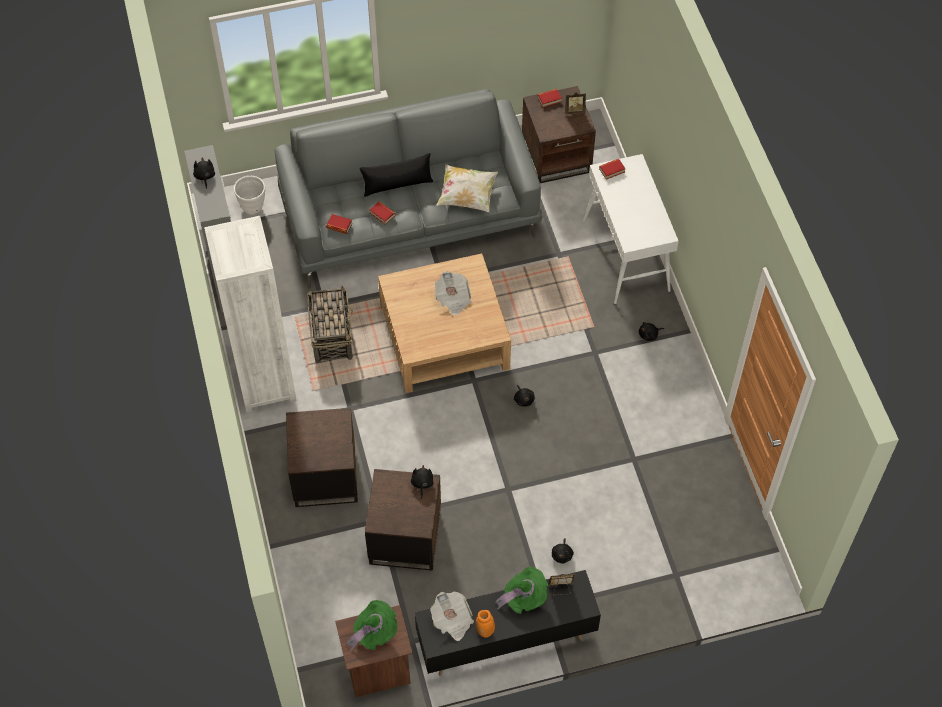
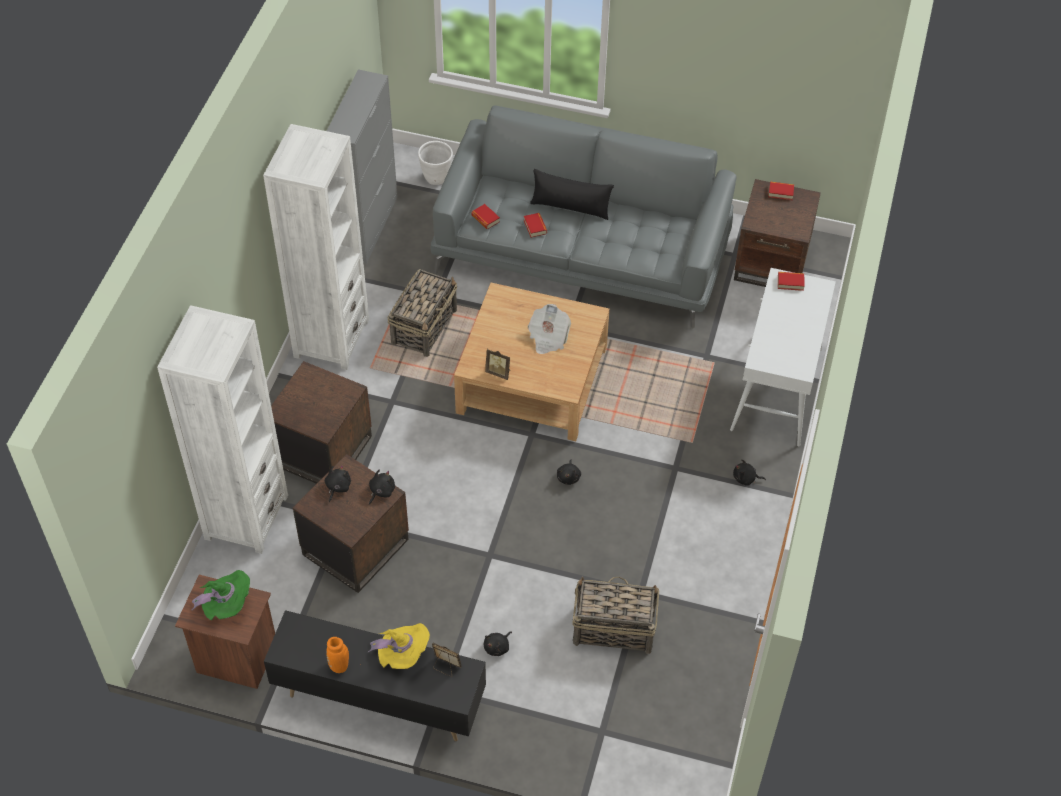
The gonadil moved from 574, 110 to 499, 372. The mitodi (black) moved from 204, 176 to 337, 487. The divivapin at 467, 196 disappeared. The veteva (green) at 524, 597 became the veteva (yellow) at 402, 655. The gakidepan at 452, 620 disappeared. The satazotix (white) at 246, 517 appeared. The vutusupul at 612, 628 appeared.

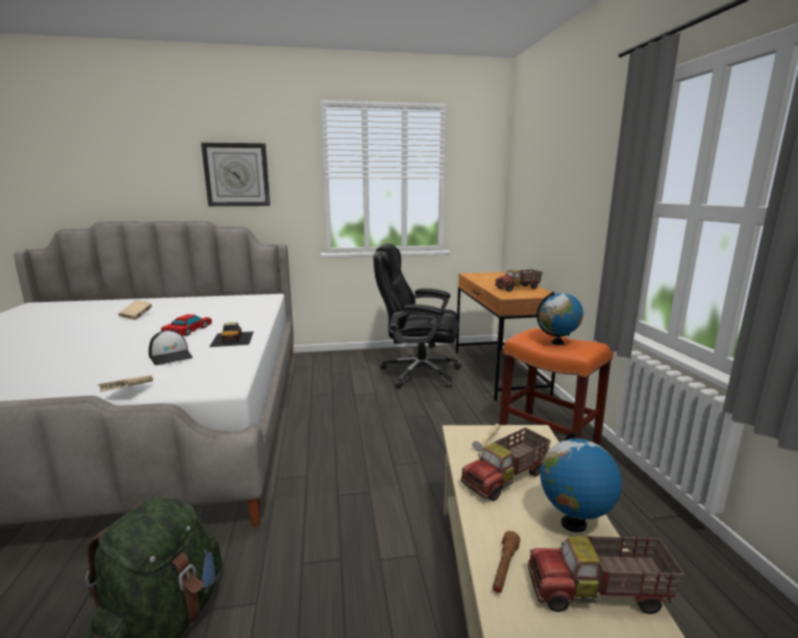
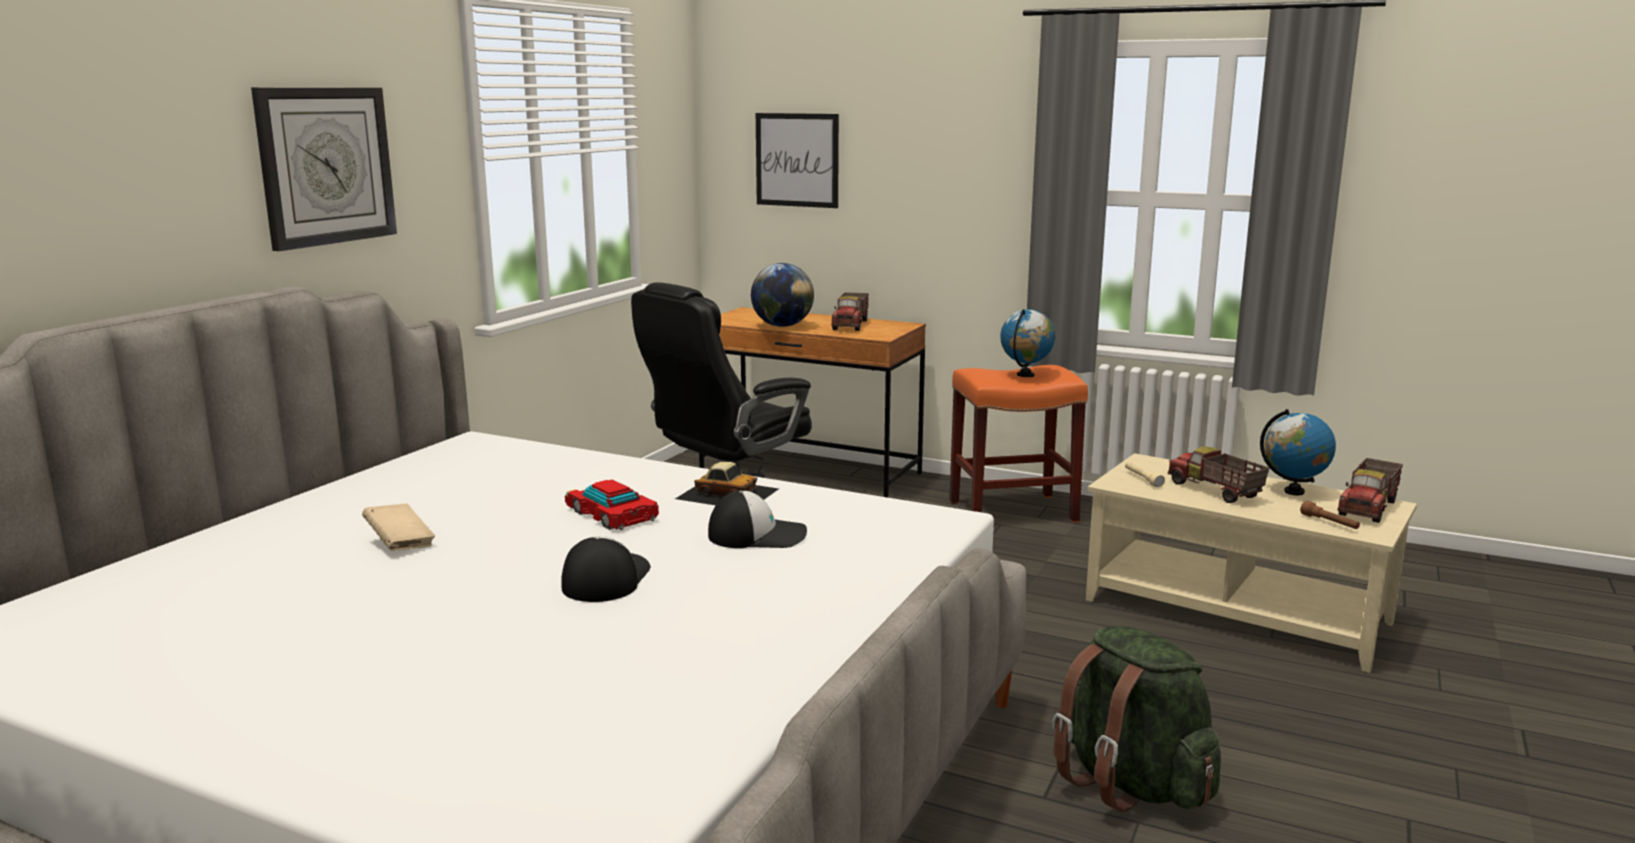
The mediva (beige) at 128, 393 disappeared. The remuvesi at 506, 479 turned 150 degrees clockwise. The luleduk at 797, 160 appeared. The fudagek at 782, 326 appeared. The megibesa at 605, 579 appeared.

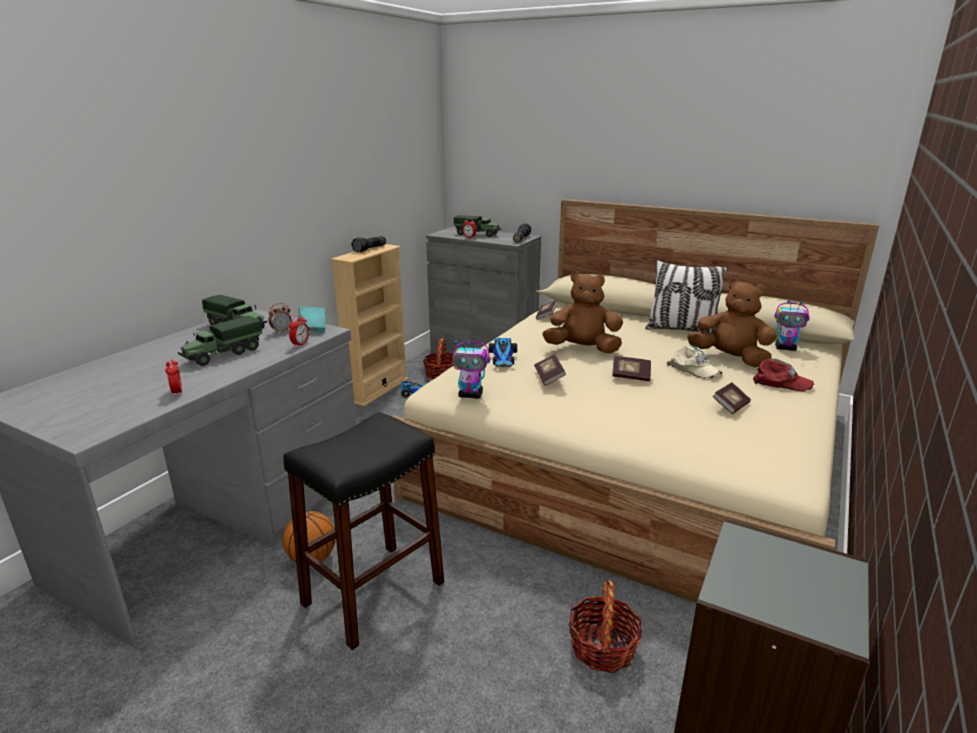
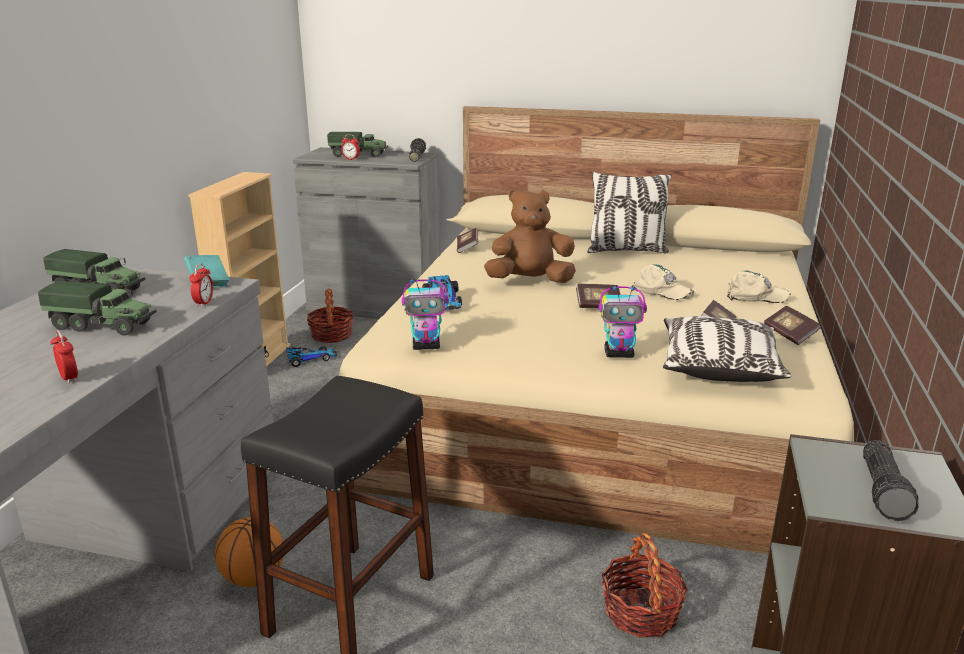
The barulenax moved from 370, 249 to 885, 491. The mitodi (brown) at 730, 359 disappeared. The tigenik moved from 785, 348 to 619, 354. The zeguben at 281, 331 disappeared. The remuvesi at 223, 354 turned 105 degrees counterclockwise. The mediva moved from 549, 377 to 790, 334. The megibesa (red) at 781, 382 became the megibesa (beige) at 756, 296. The divivapin at 718, 366 appeared.

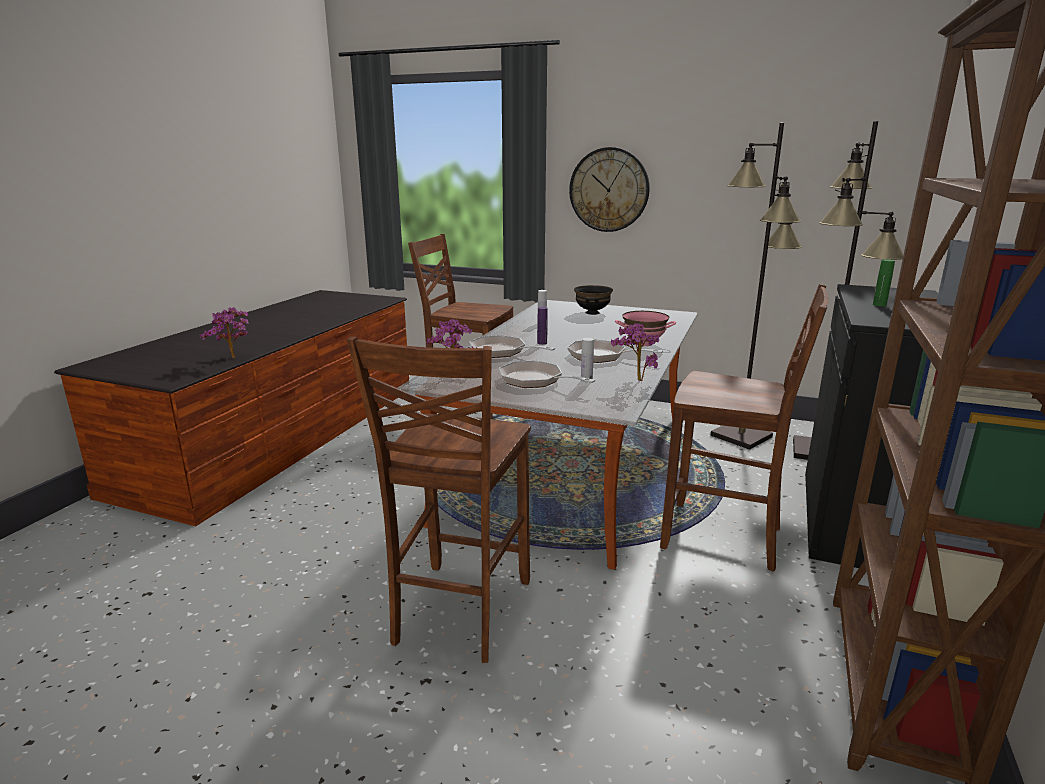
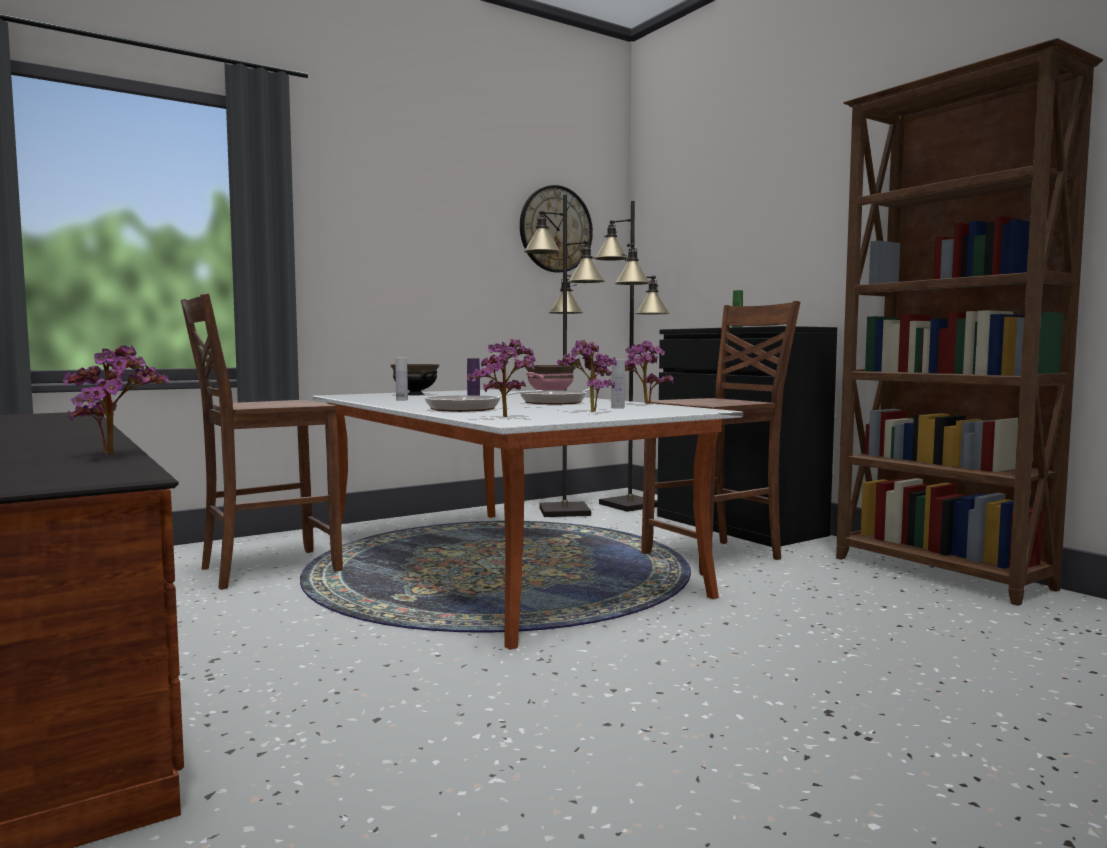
The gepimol moved from 609, 190 to 555, 229. The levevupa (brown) at 458, 612 disappeared. The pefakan at 535, 381 was replaced by the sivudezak at 588, 411.

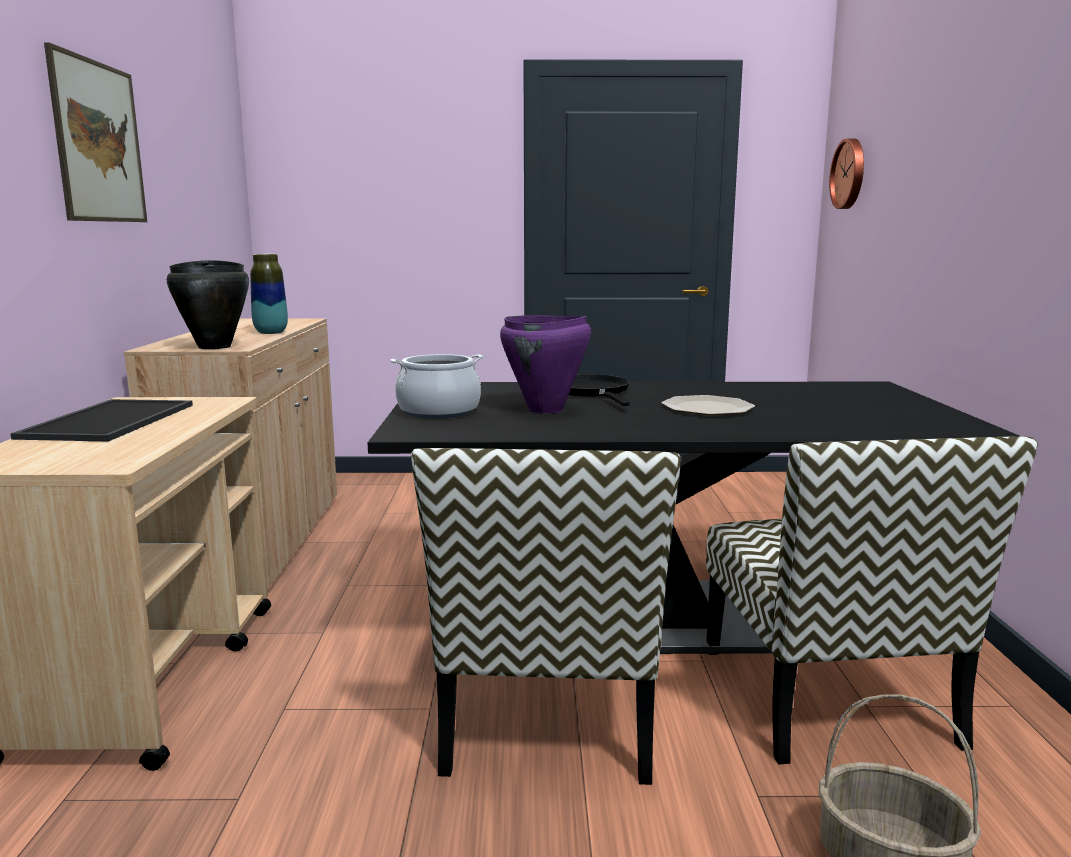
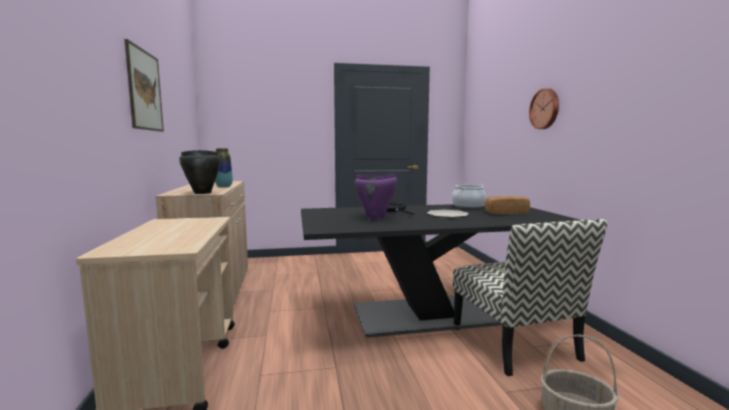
The gepimol moved from 850, 174 to 545, 109. The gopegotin moved from 438, 411 to 468, 206. The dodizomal at 108, 420 disappeared. The levevupa at 550, 715 disappeared. The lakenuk at 506, 213 appeared.

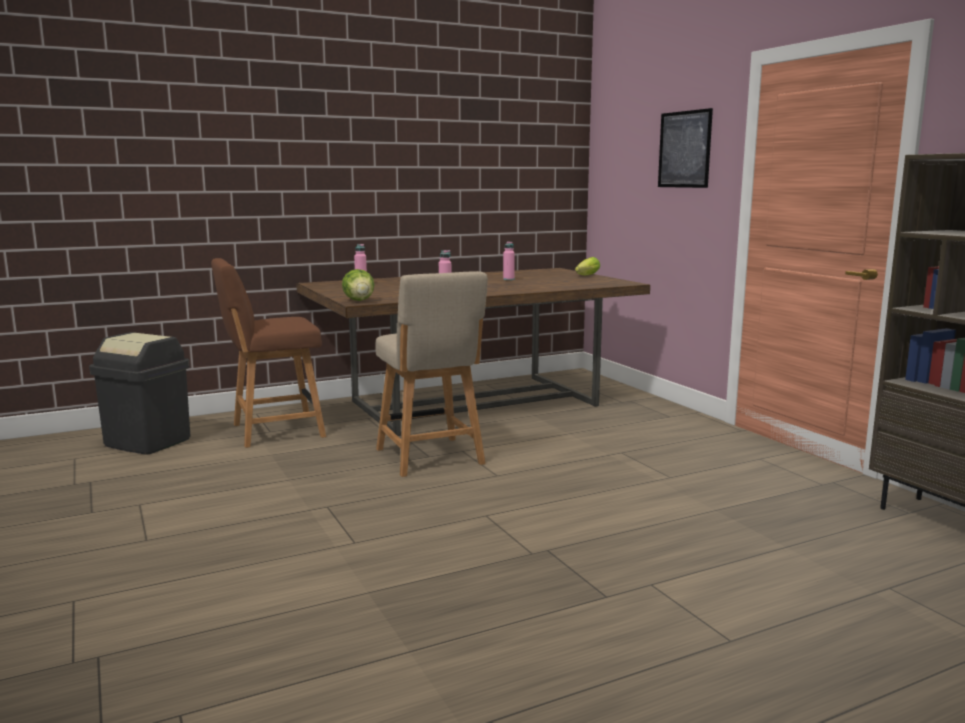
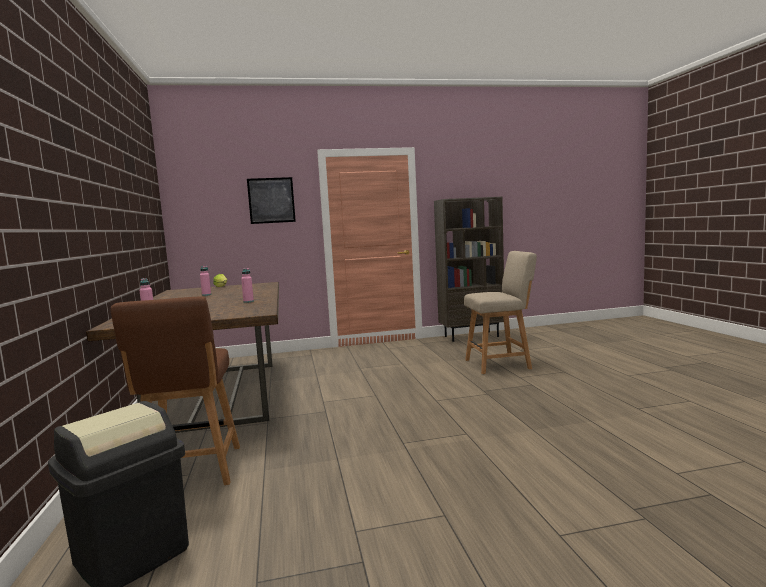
The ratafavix at 359, 301 disappeared. The levevupa (beige) moved from 431, 458 to 500, 364.

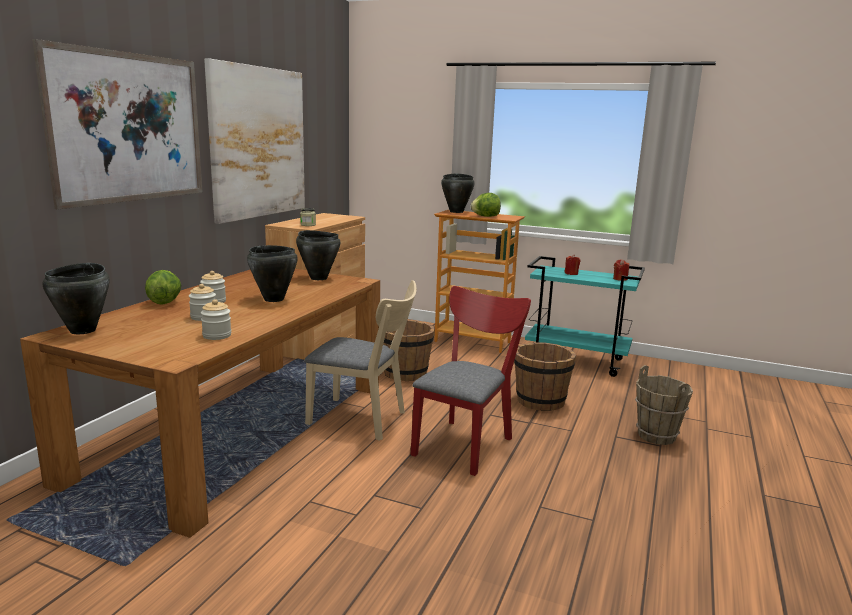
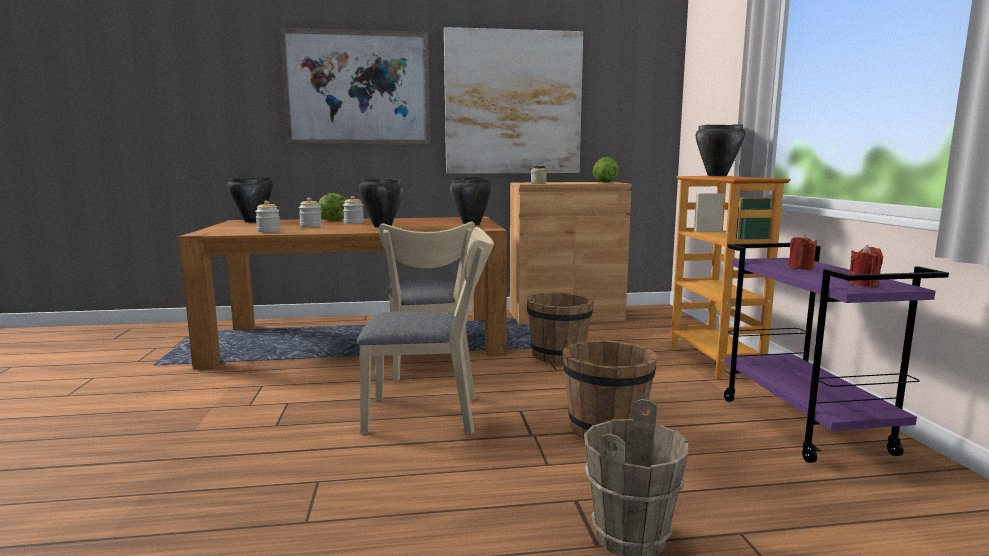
The ratafavix moved from 485, 216 to 604, 182. The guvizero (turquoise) at 577, 361 became the guvizero (purple) at 805, 426. The levevupa (red) at 466, 442 became the levevupa (beige) at 432, 414.

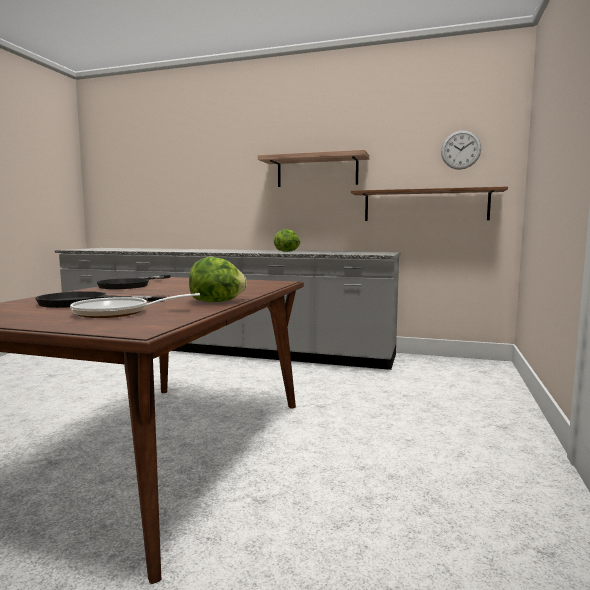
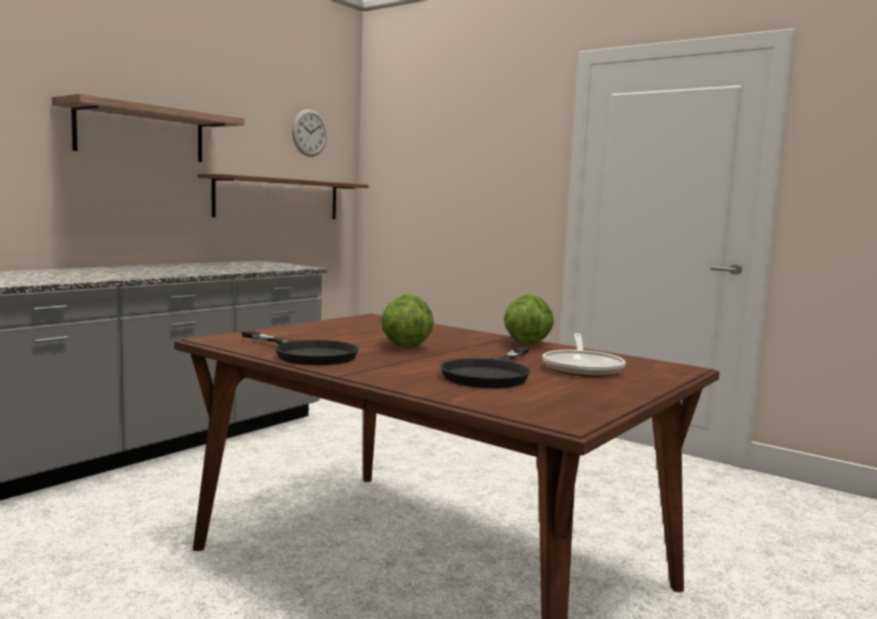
The ratafavix moved from 287, 251 to 404, 346.

